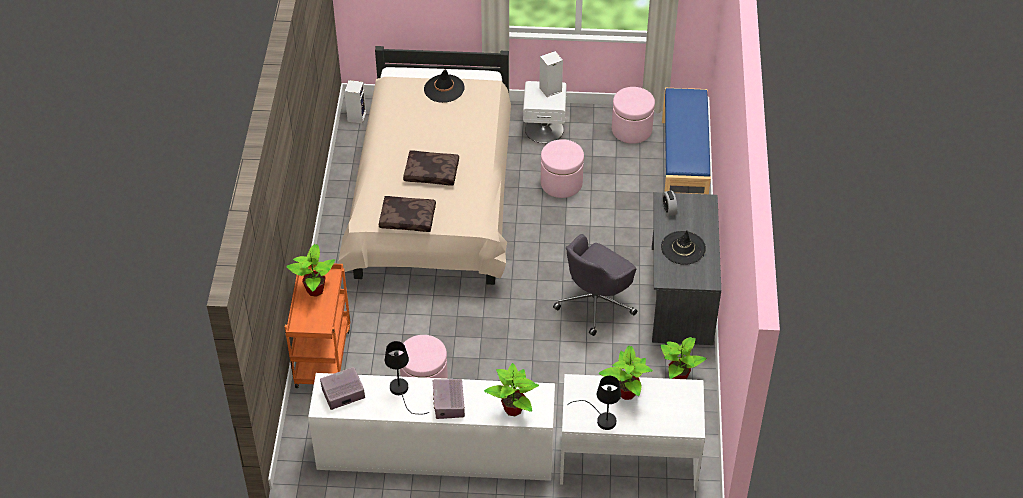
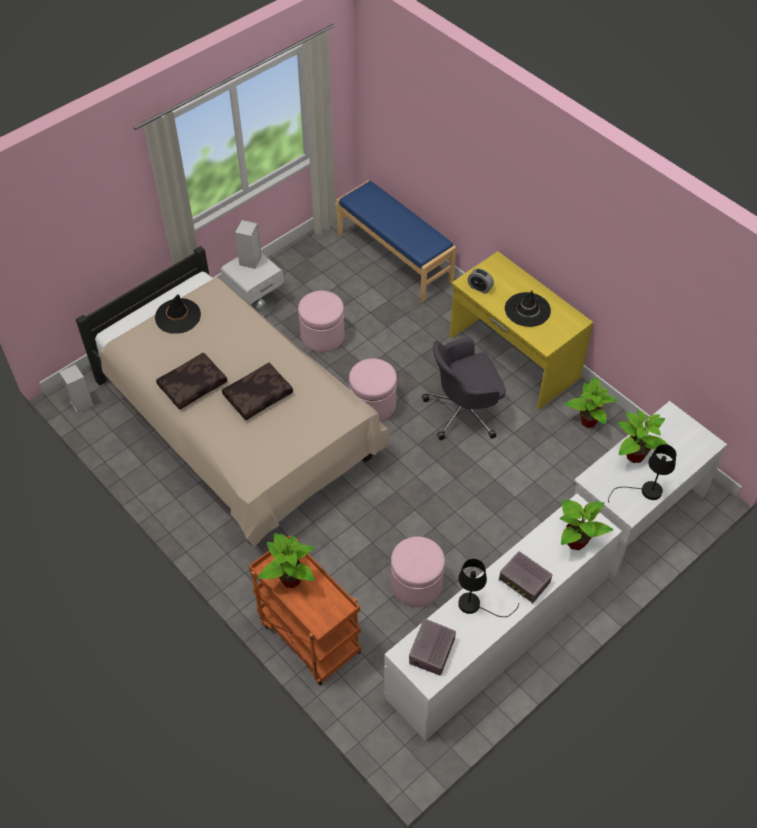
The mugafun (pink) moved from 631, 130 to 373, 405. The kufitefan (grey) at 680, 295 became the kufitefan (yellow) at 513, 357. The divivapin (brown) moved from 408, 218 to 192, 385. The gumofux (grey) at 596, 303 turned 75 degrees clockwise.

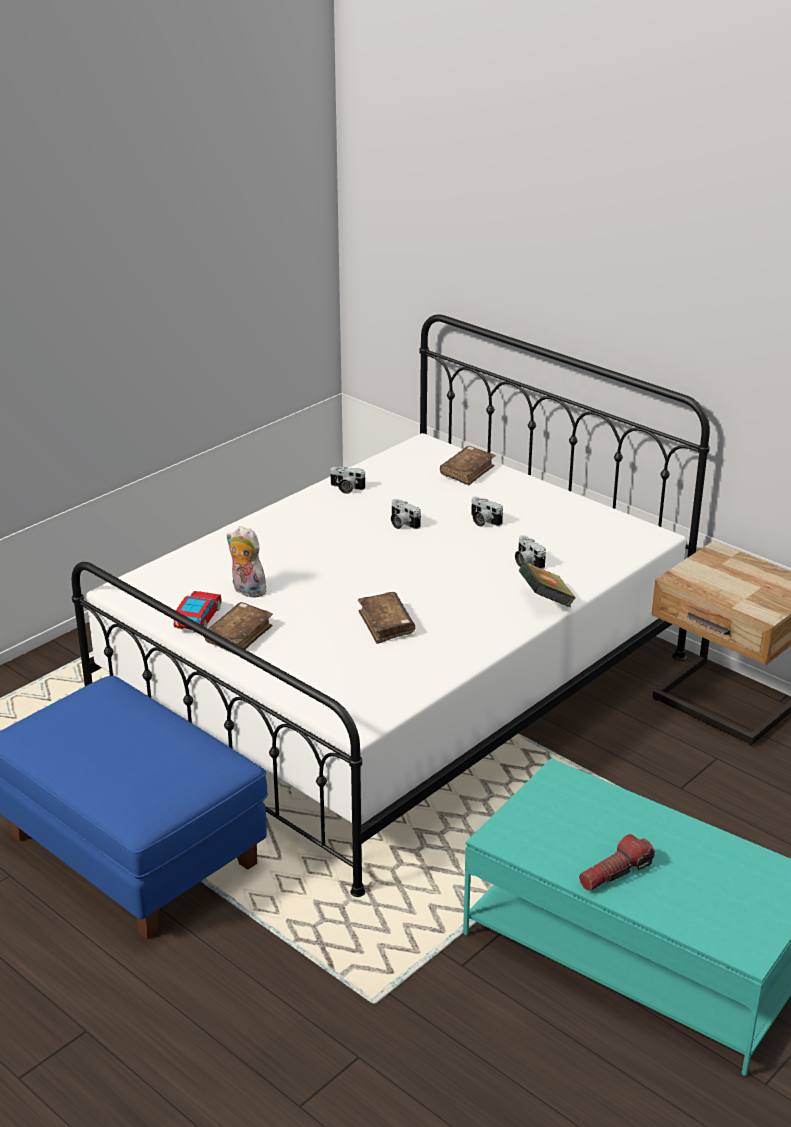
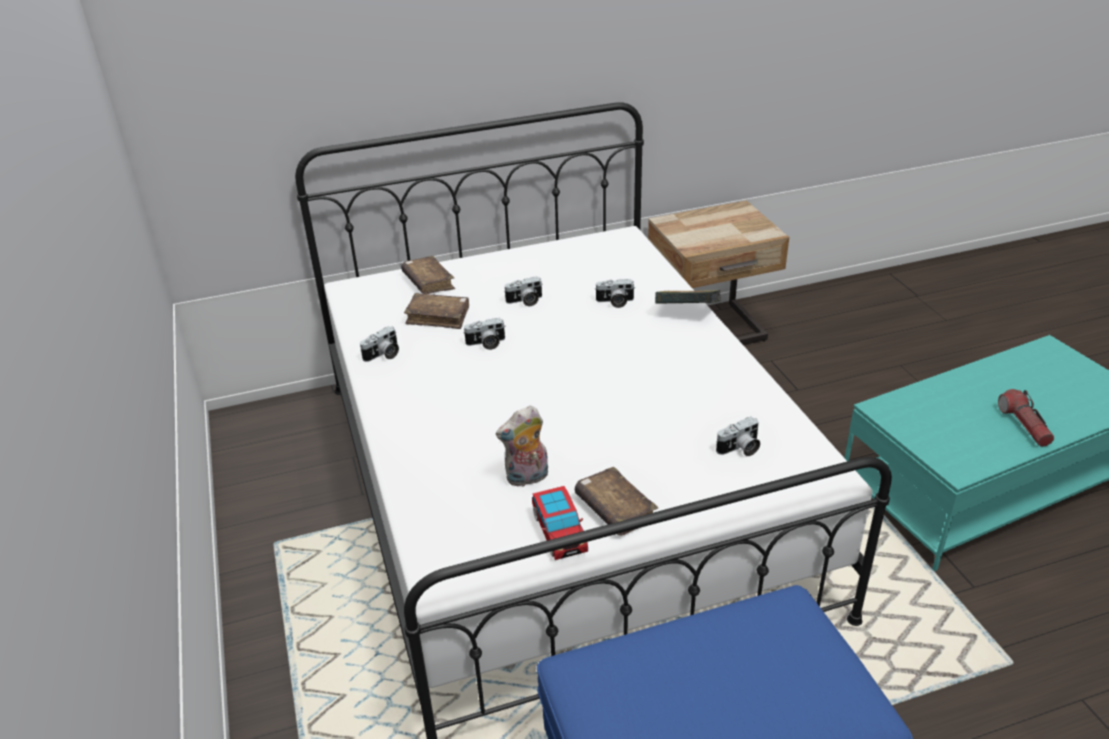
The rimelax at 198, 619 turned 150 degrees counterclockwise. The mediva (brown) moved from 386, 624 to 438, 317. The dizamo at 740, 449 appeared.

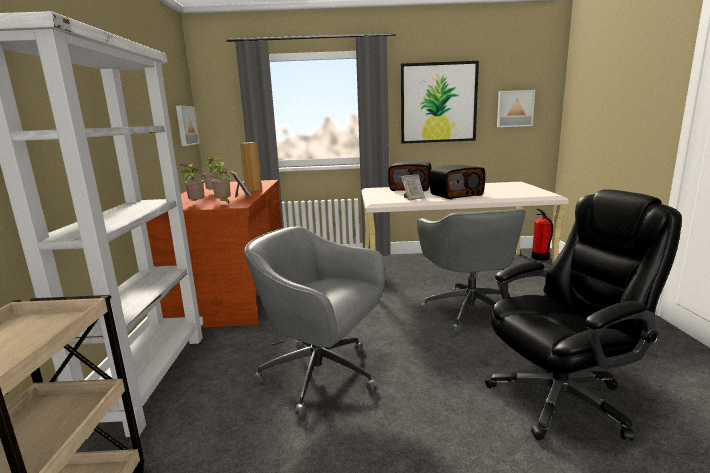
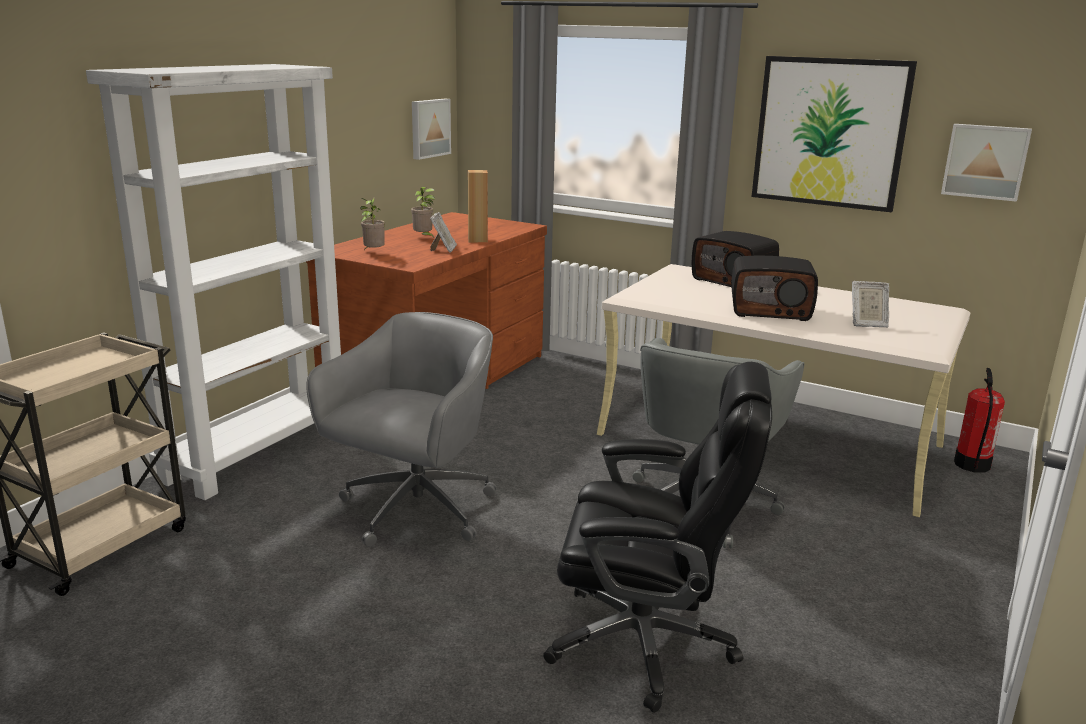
The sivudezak at 224, 203 disappeared. The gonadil moved from 413, 198 to 867, 324. The gumofux (grey) at 322, 376 turned 60 degrees clockwise.

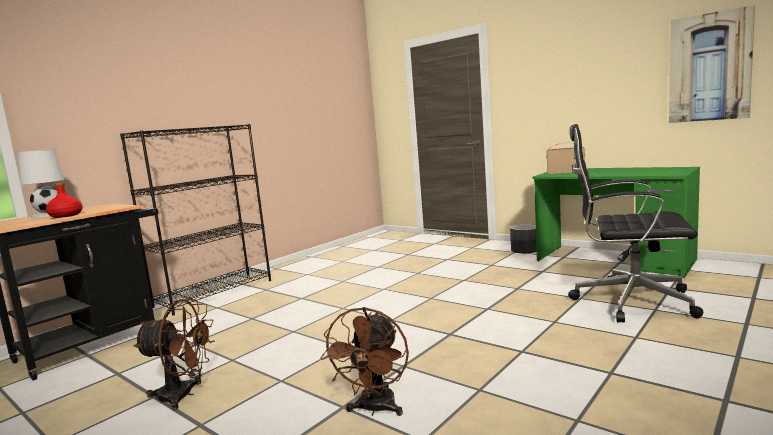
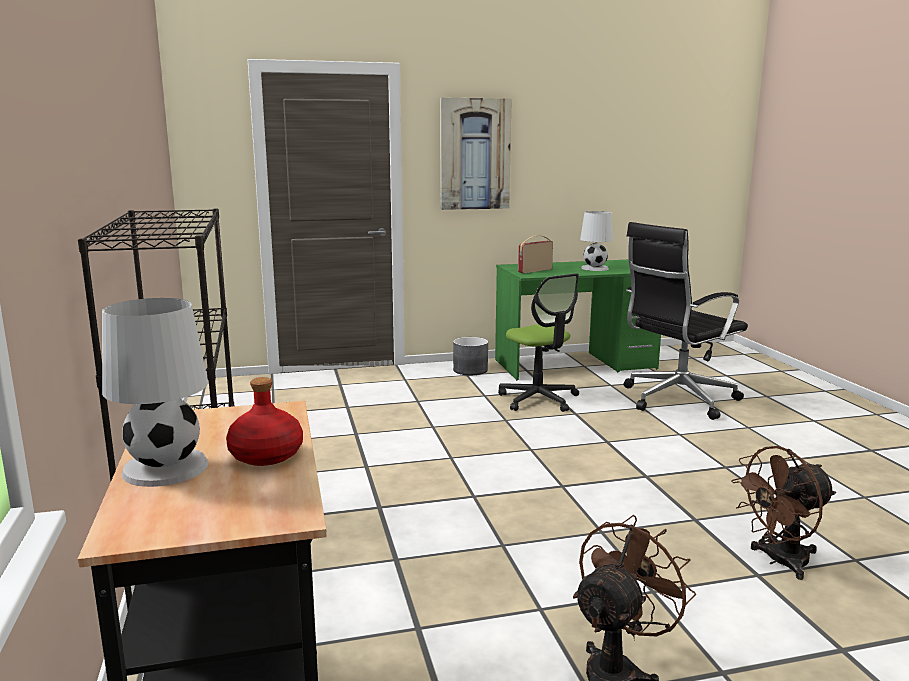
The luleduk moved from 709, 67 to 474, 154. The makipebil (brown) at 375, 409 turned 105 degrees clockwise. The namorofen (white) at 594, 268 appeared. The gumofux at 538, 399 appeared.

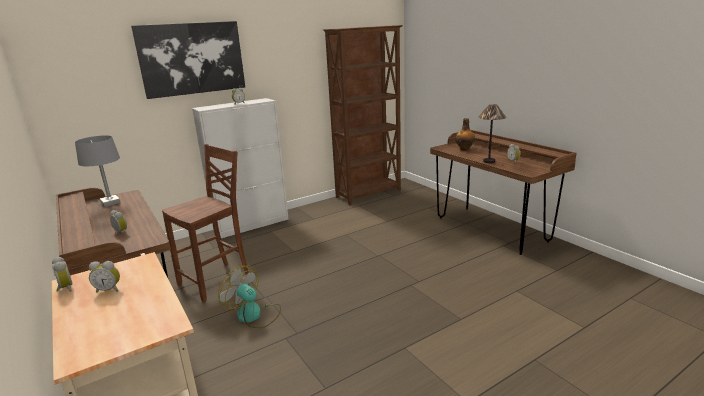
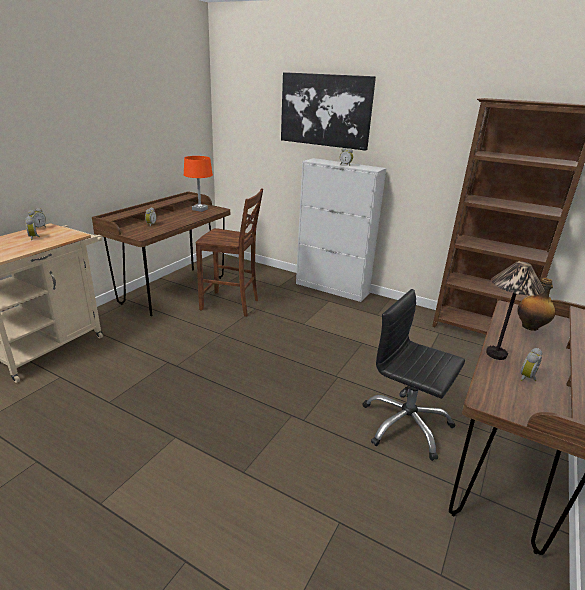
The namorofen (grey) at 110, 203 became the namorofen (orange) at 199, 209. The makipebil at 254, 315 disappeared. The gumofux (black) at 405, 425 appeared.

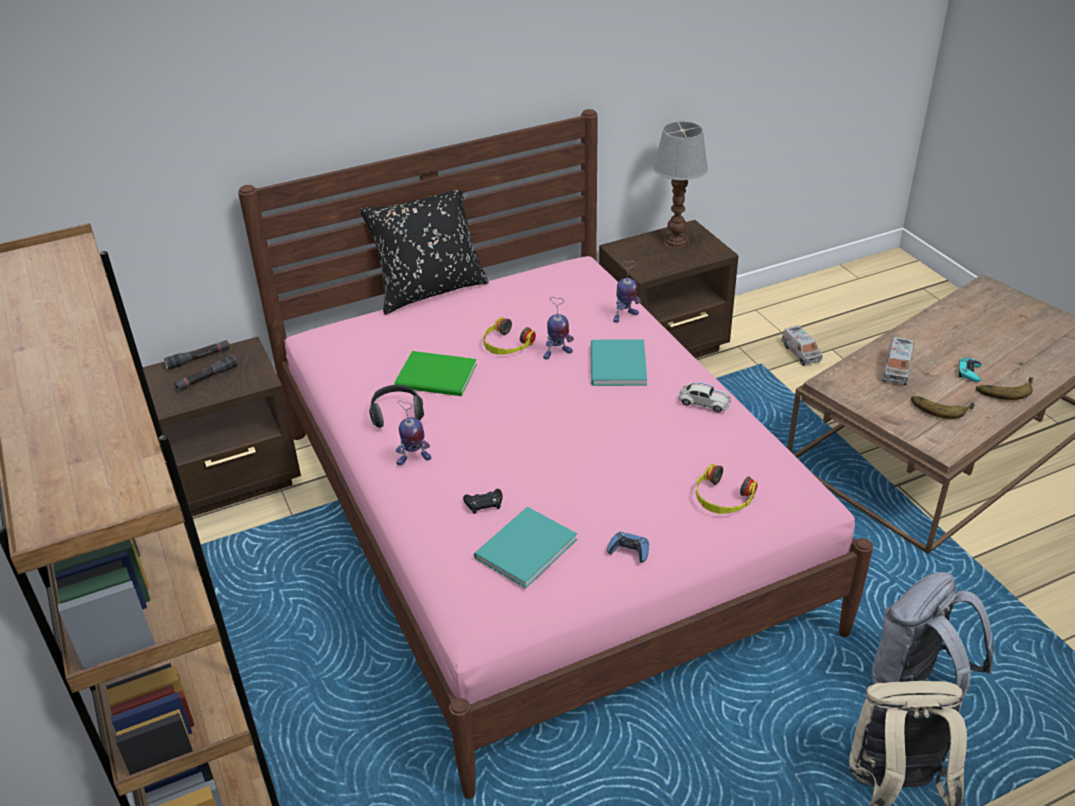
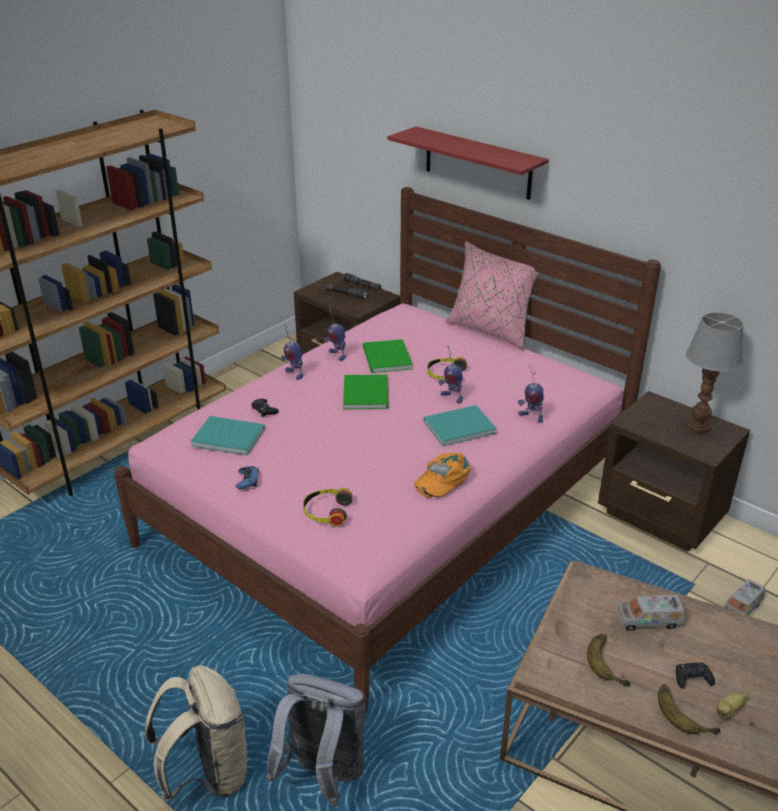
The divivapin (black) at 429, 290 became the divivapin (pink) at 491, 330. The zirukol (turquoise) at 969, 372 became the zirukol (black) at 692, 678. The rimelax (white) at 703, 402 was replaced by the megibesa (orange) at 442, 479. The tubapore at 396, 413 was replaced by the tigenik at 336, 355. The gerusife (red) at 477, 163 appeared. The mediva (green) at 367, 393 appeared. The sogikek at 729, 711 appeared.

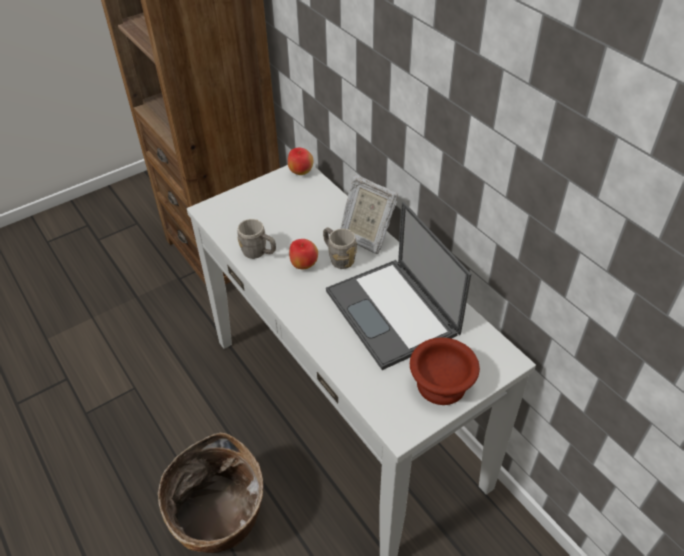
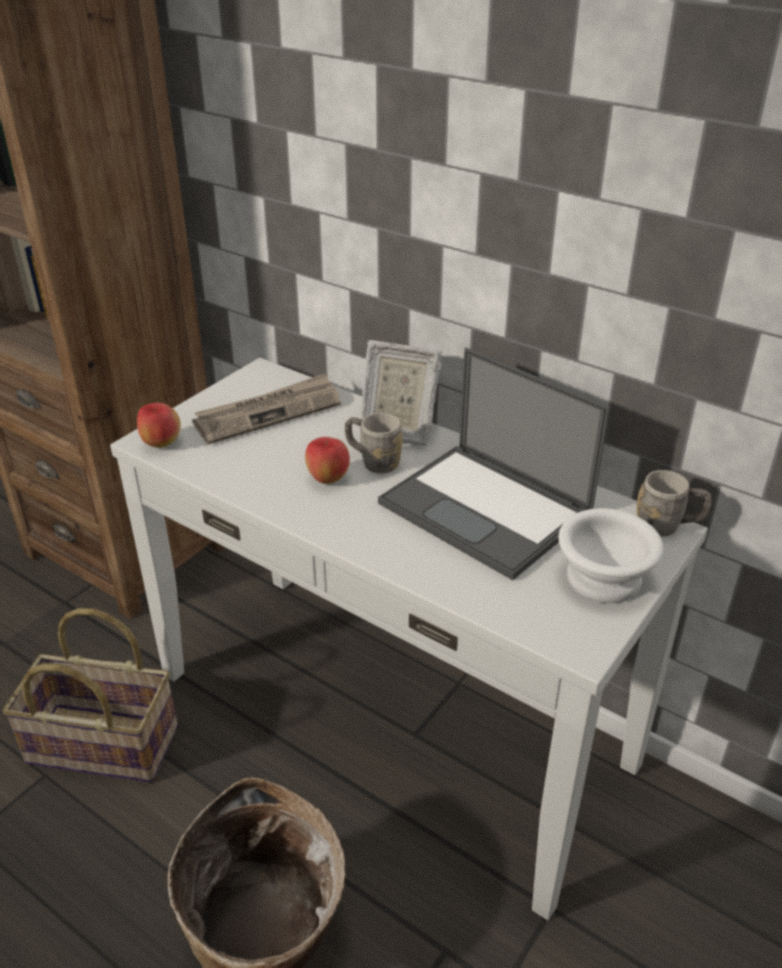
The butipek moved from 301, 172 to 161, 444. The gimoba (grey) moved from 259, 253 to 668, 526. The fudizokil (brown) at 443, 384 became the fudizokil (white) at 605, 577. The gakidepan at 268, 412 appeared. The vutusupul at 101, 746 appeared.

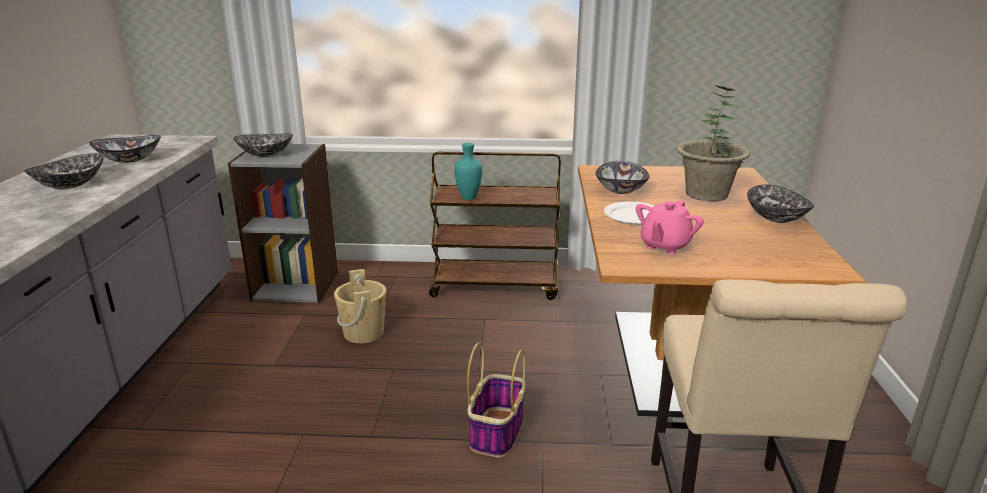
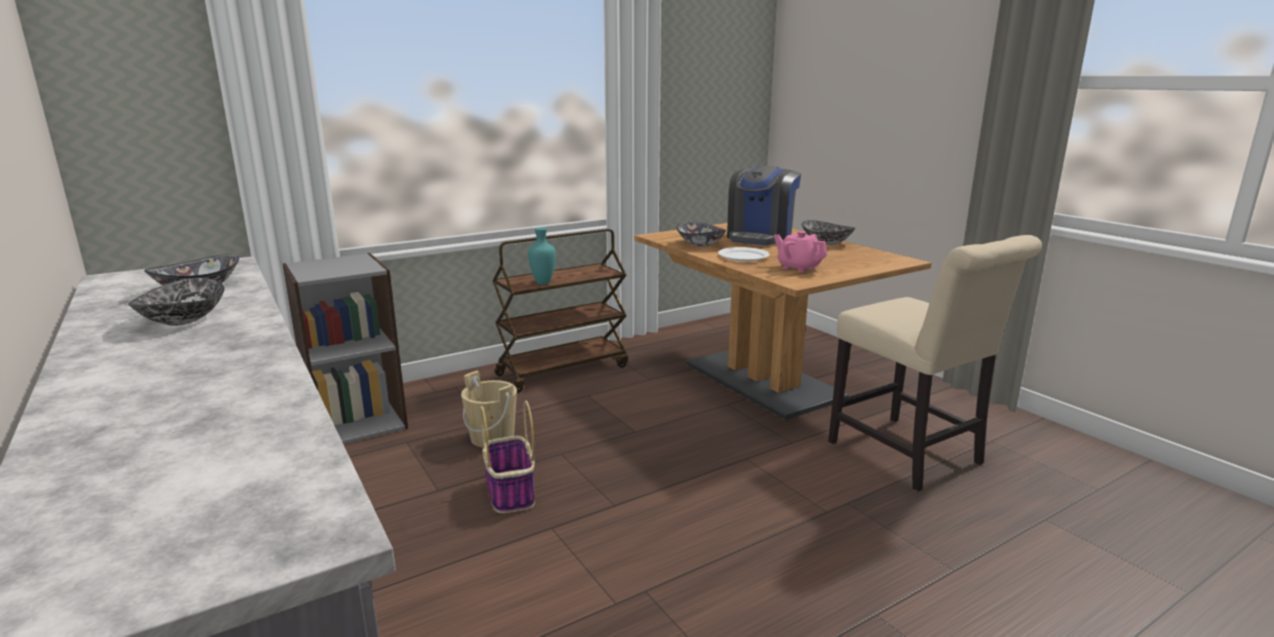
The sivudezak at 706, 194 was replaced by the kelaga at 760, 237. The fudizokil at 265, 154 disappeared. The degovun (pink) at 664, 246 turned 135 degrees clockwise. The vutusupul moved from 497, 431 to 510, 492.

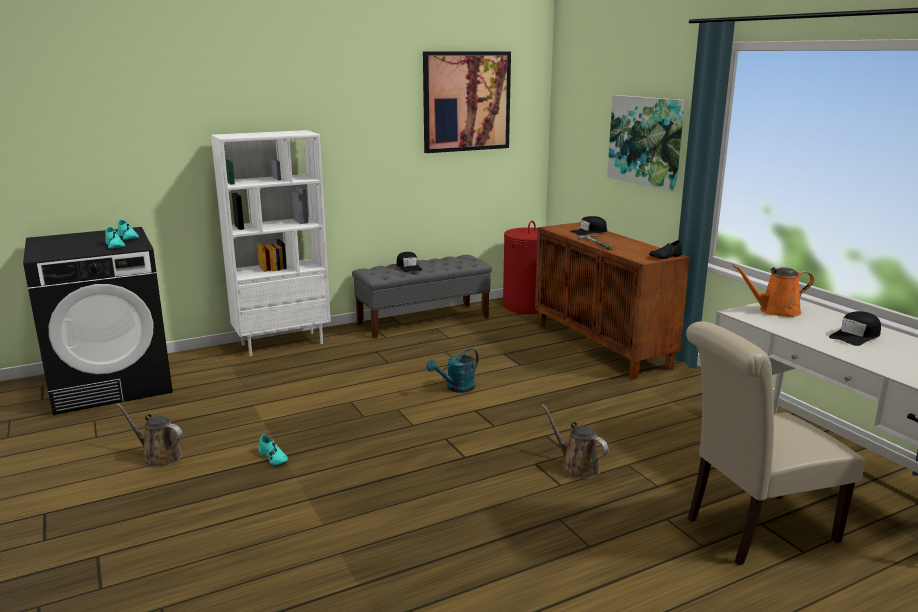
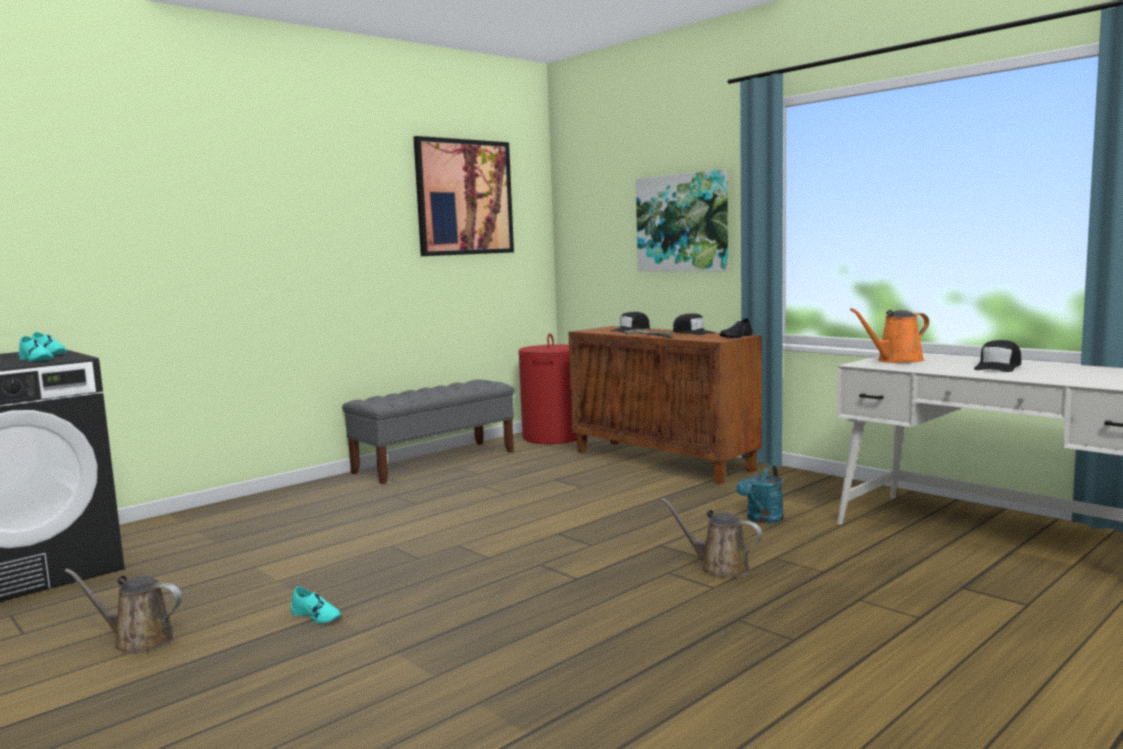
The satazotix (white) at 283, 343 disappeared. The megibesa (black) moved from 408, 267 to 693, 333. The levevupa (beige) at 753, 530 disappeared. The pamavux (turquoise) moved from 456, 388 to 762, 519.

